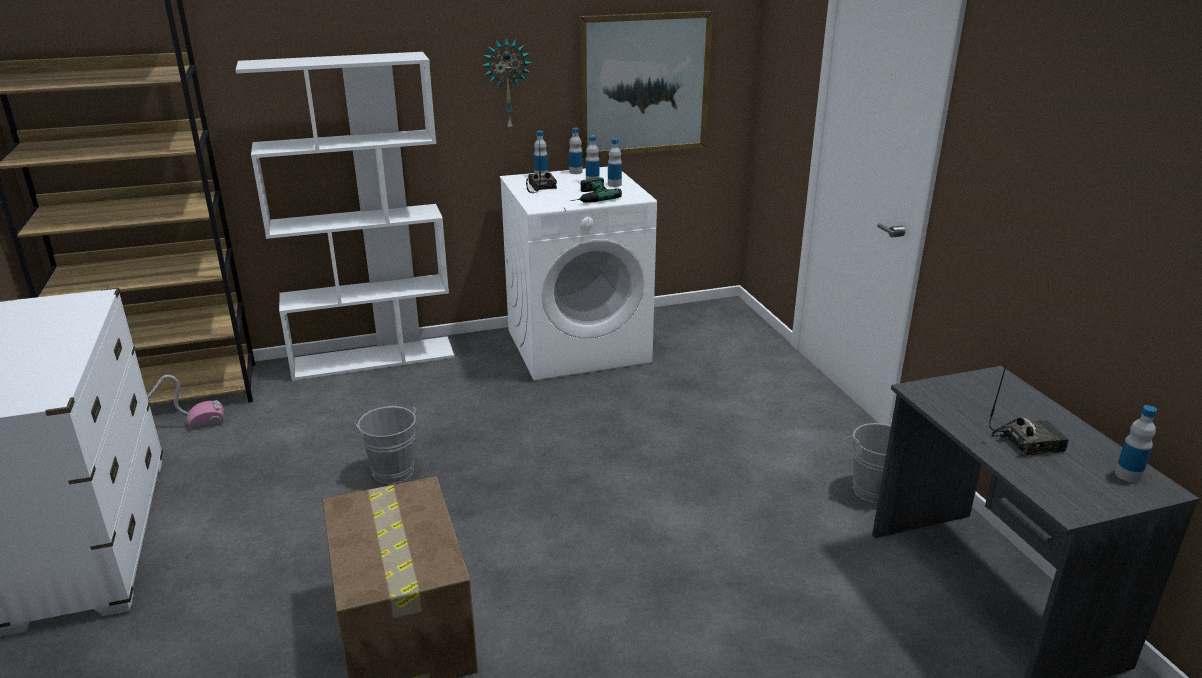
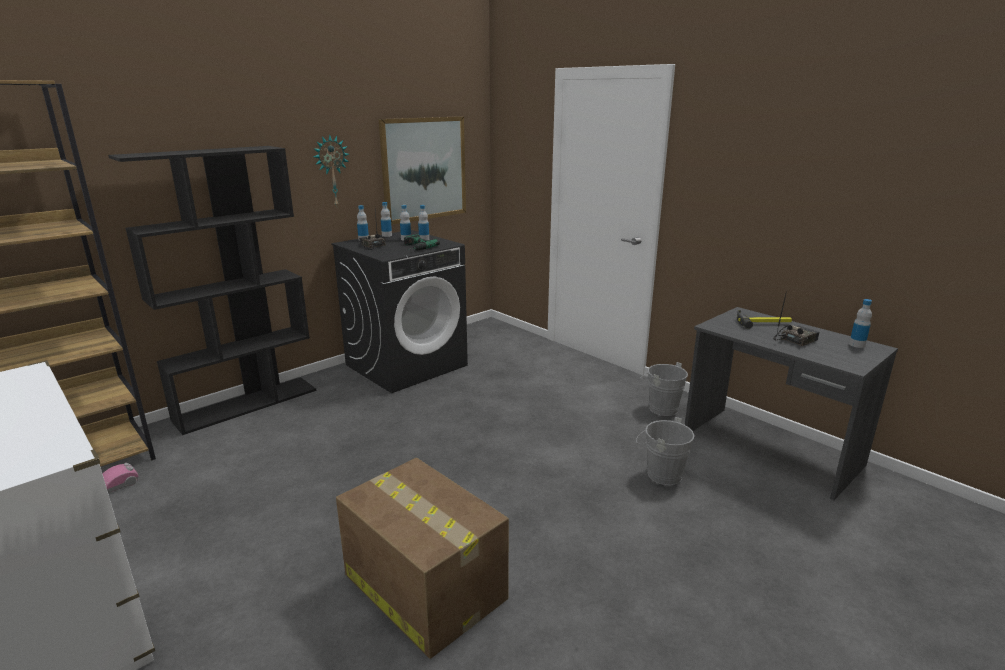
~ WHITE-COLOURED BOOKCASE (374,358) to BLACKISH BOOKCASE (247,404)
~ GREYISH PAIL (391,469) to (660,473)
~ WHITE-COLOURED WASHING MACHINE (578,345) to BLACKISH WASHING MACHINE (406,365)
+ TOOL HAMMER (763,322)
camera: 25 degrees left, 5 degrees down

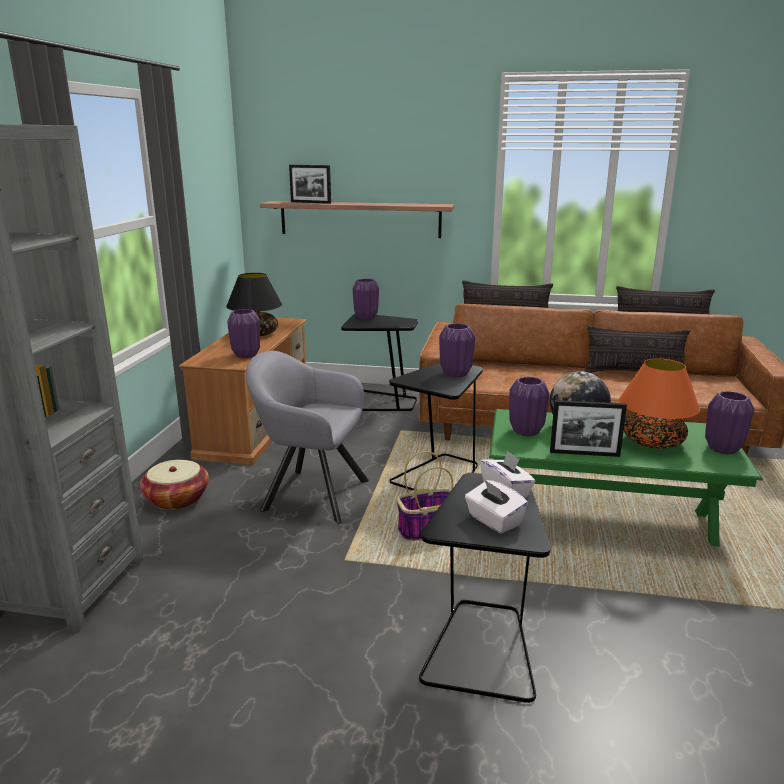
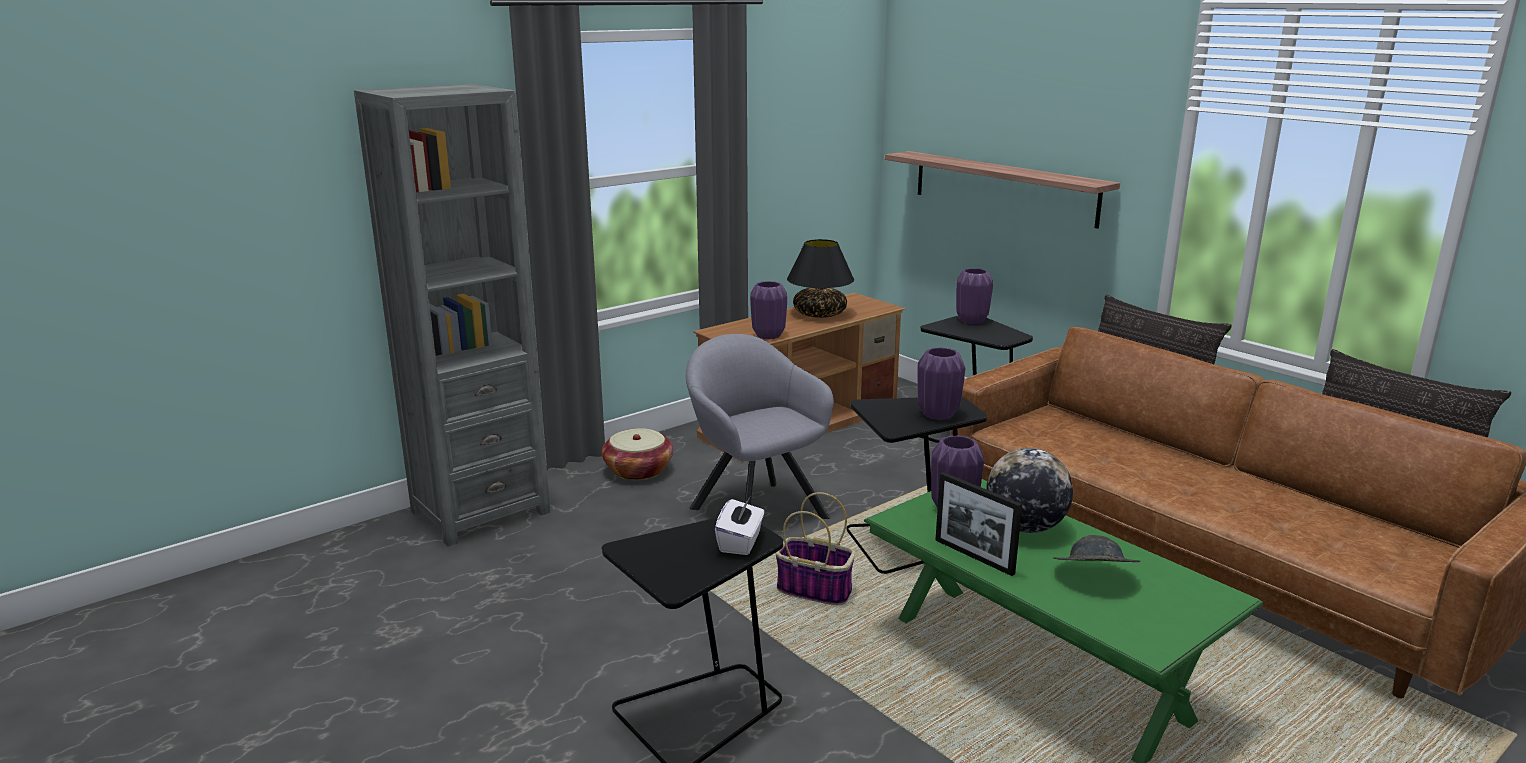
- PHOTO FRAME (310,202)
- WHITE-COLOURED TISSUE HOLDER (494,521)
- CUSHION (634,373)
~ ORANGE-COLOURED LAMP FOR A TABLE (652,442) to GREYISH HAT (1093,577)
- PURPLE VASE (722,449)
camera: 40 degrees right, 0 degrees up

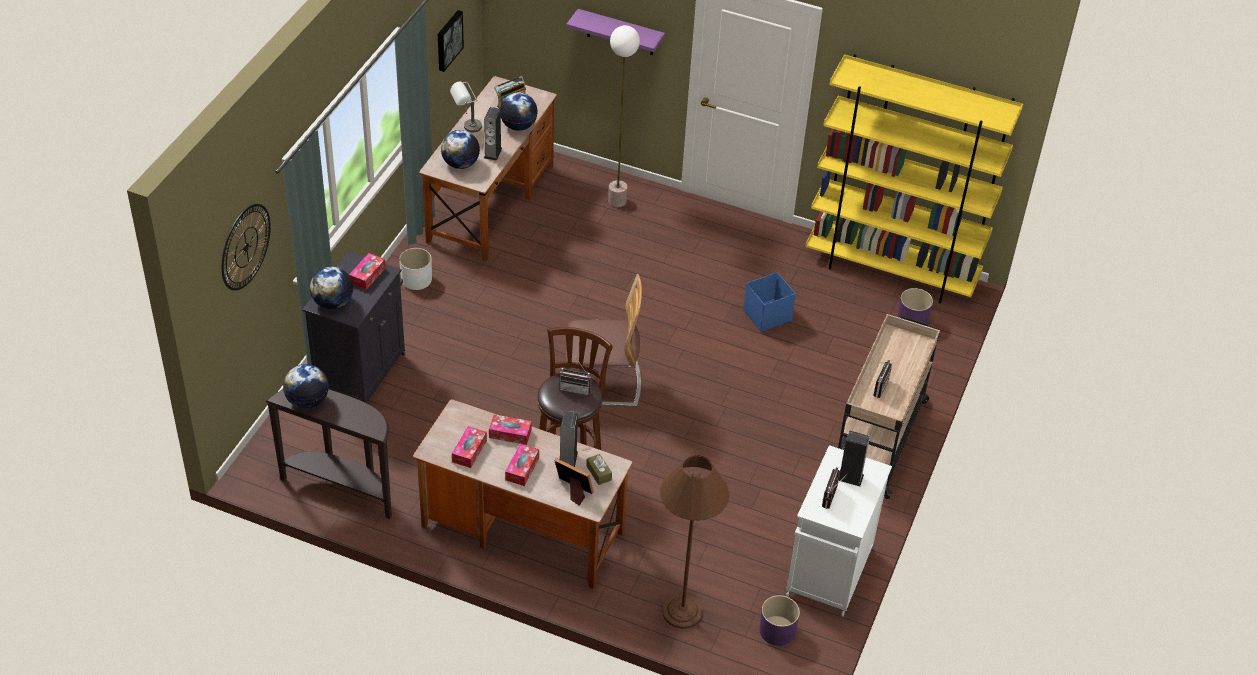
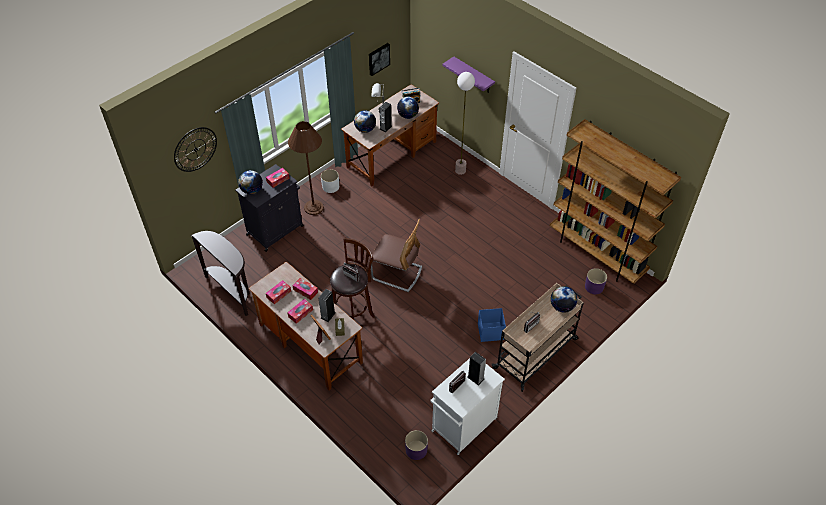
~ GLOBE (307,401) to (562,306)
~ BROWN-COLOURED FLOOR LAMP (682,612) to (313,207)
~ BLUE-COLOURED STORAGE CONTAINER (766,315) to (490,332)
~ YELLOWISH BOOKCASE (891,271) to BROWN-COLOURED BOOKCASE (597,253)
camera: 25 degrees right, 5 degrees up

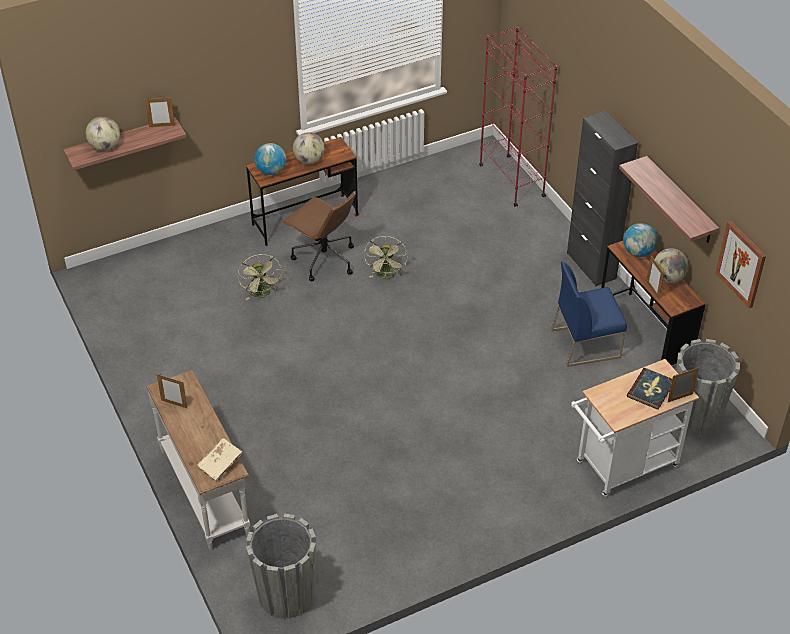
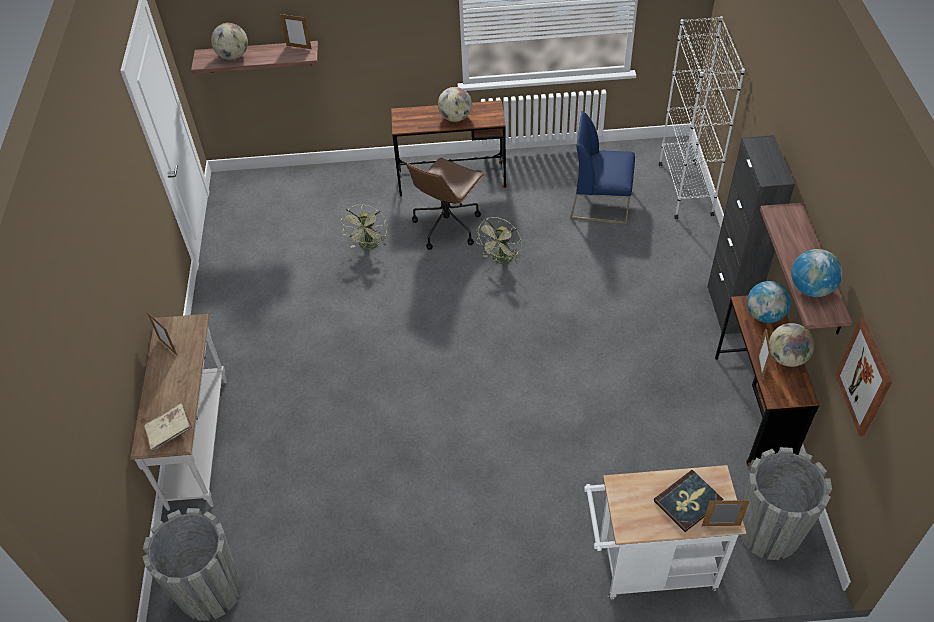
~ GLOBE (271,171) to (811,288)
~ BROWN-COLOURED DESK CHAIR (323,260) = (447,225) 60 degrees clockwise
~ RED BOOKCASE (511,180) to WHITE-COLOURED BOOKCASE (685,189)
~ BLUE-COLOURED UPRIGHT CHAIR (586,343) to (601,203)
camera: 25 degrees right, 5 degrees up

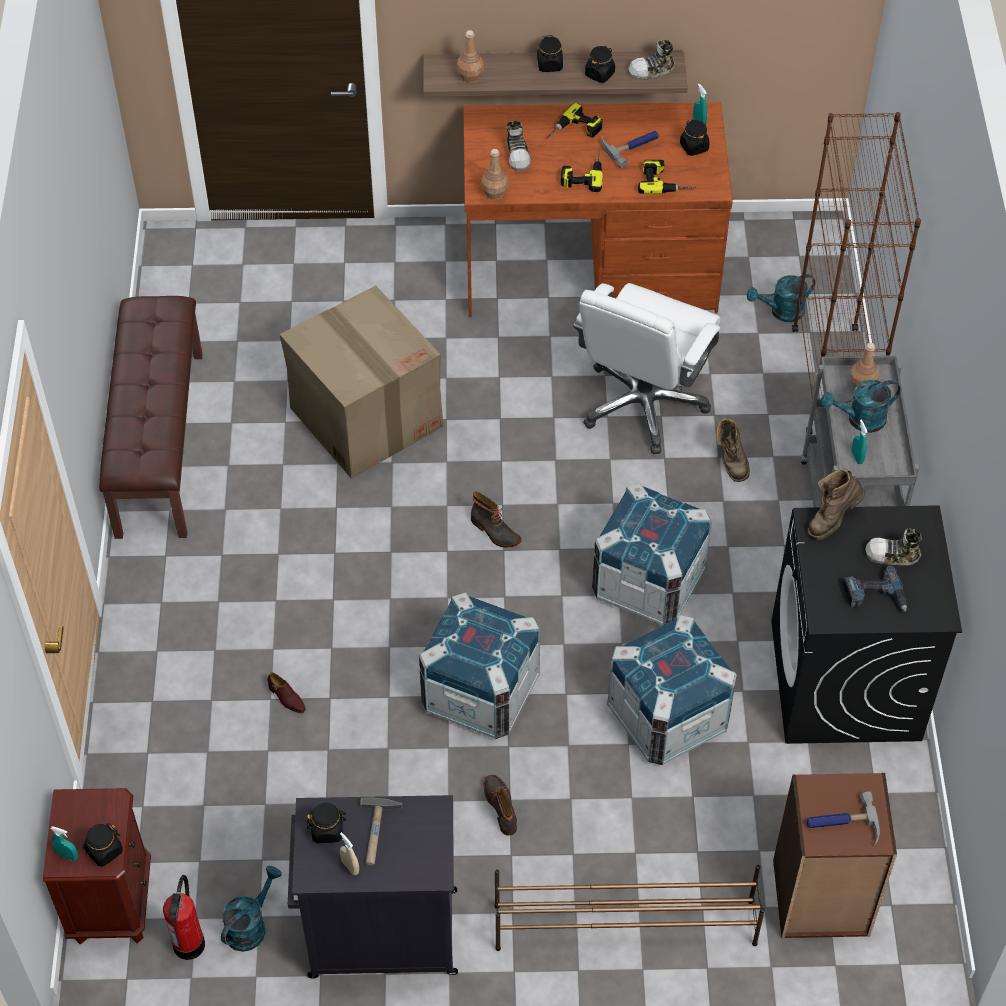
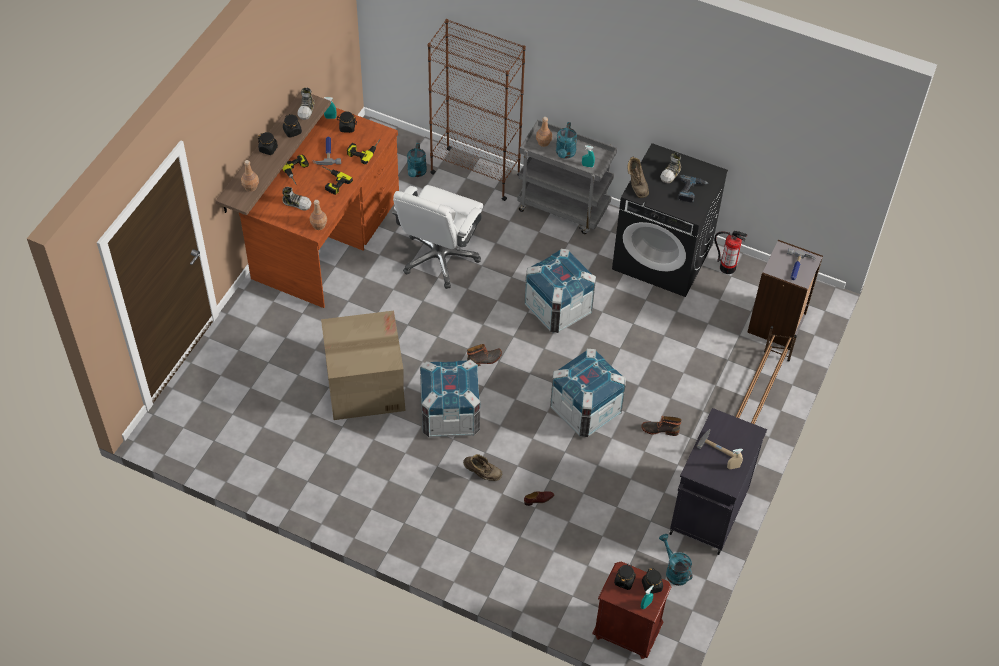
- BROWN-COLOURED INDOOR BENCH (158,443)
~ FIRE EXTINGUISHER (189,944) to (727,267)
~ BLACKISH JAR (327,830) to (624,581)
~ WHITE-COLOURED DESK CHAIR (643,404) = (439,258) 60 degrees clockwise
~ SHIPPING CRATE (667,717) to (450,415)
~ BROWN-COLOURED HIGH-TOP BOOT (731,460) to (482,474)
~ BROWN-COLOURED BOOKCASE (820,899) to GREYISH BOOKCASE (777,324)
camera: 65 degrees left, 0 degrees up

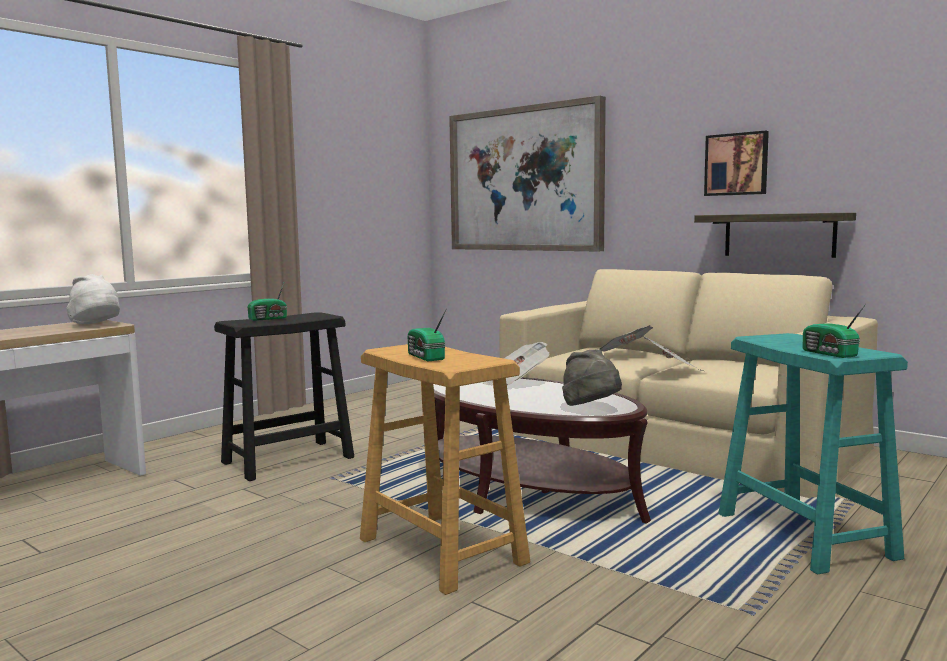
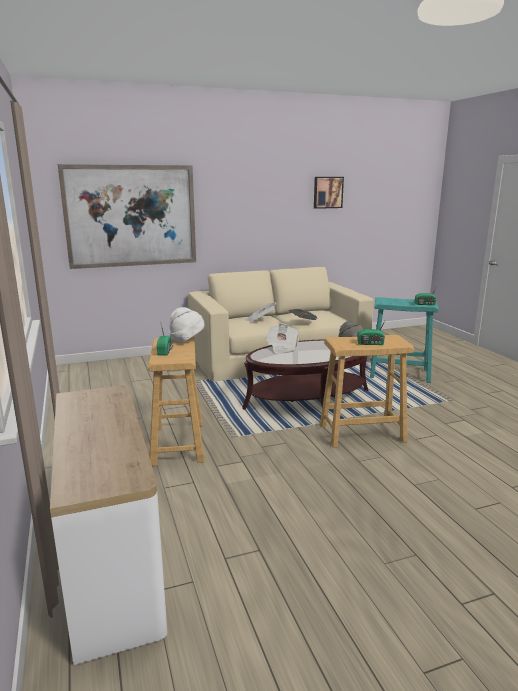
~ WHITE-COLOURED HAT (96,325) to (187,340)
~ BLACKISH SITTING STOOL (289,460) to BEIGE-COLOURED SITTING STOOL (178,443)
- WALL SHELF (779,235)
~ PICTURE (736,164) to (327,192)
camera: 60 degrees left, 10 degrees up

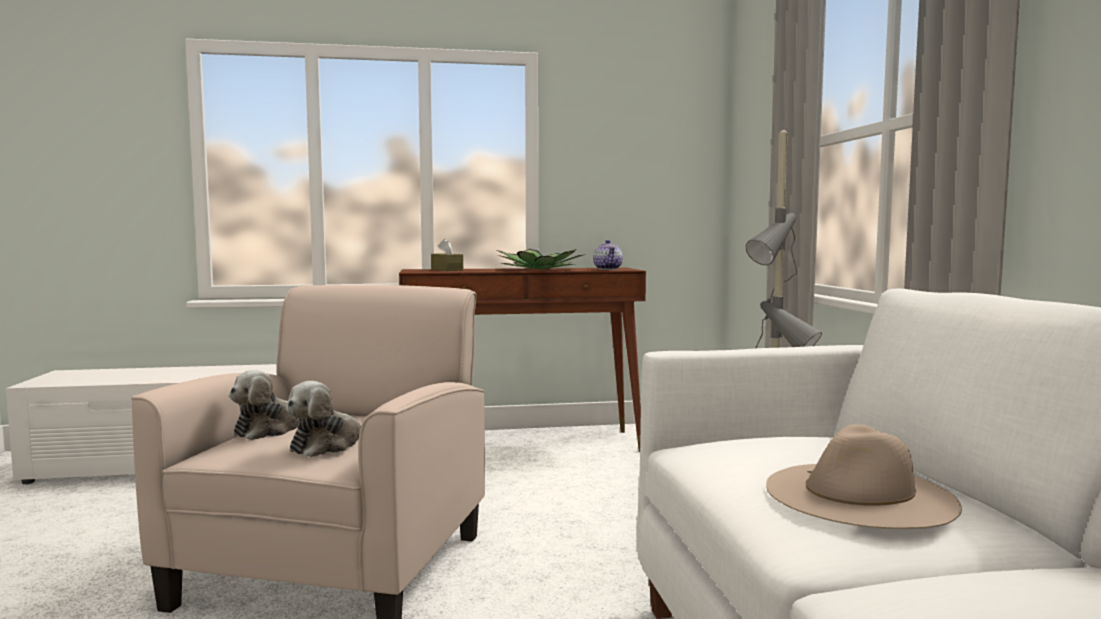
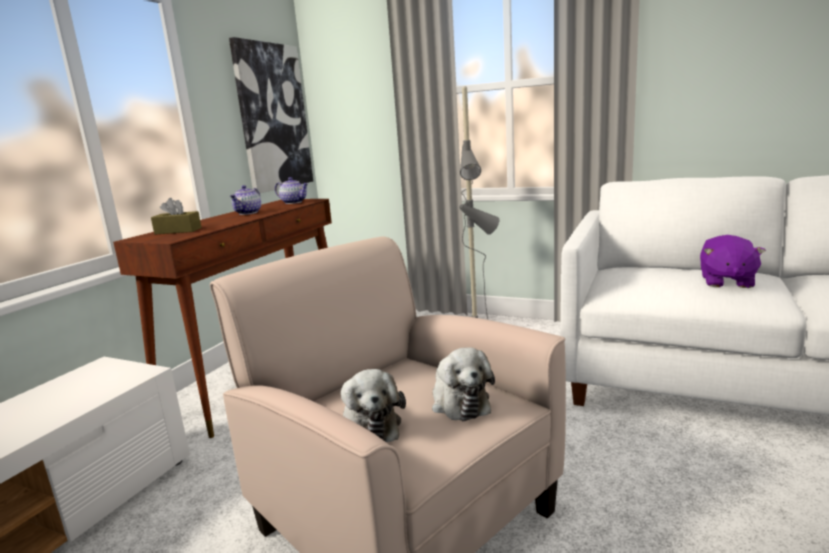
~ POTTED PLANT (539,269) to TEA POT (248,213)
~ BEIGE-COLOURED HAT (859,494) to PURPLE PLUSH TOY (726,282)
+ PICTURE (273,117)
camera: 55 degrees left, 10 degrees up

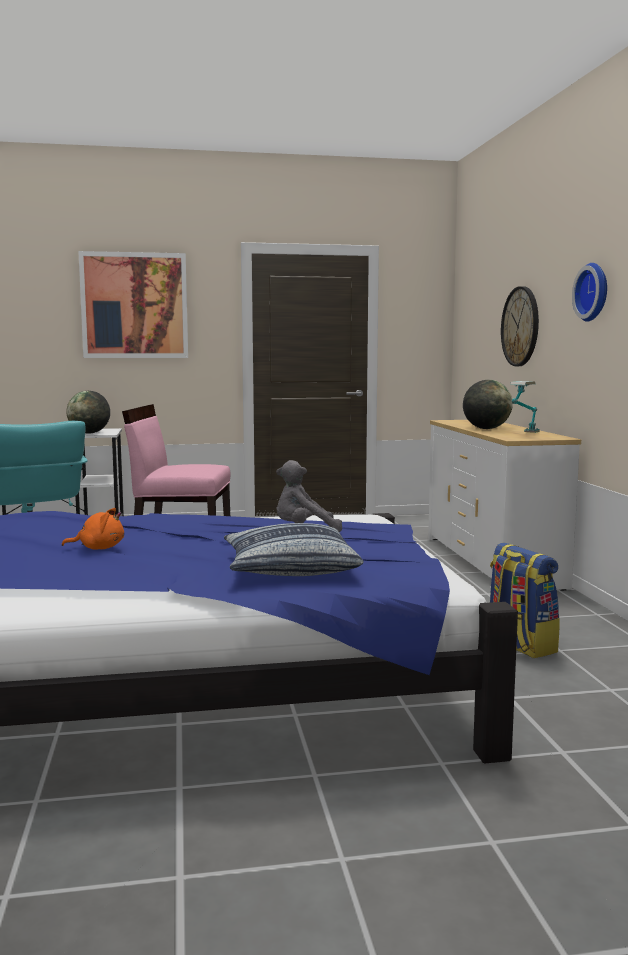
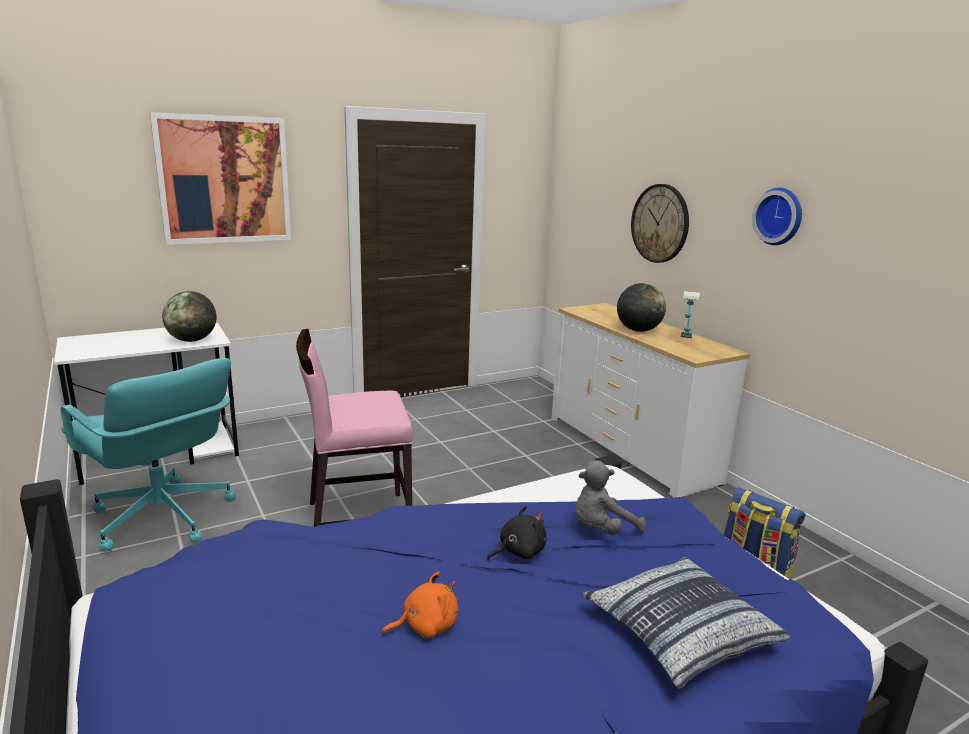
+ BLACKISH PLUSH TOY (518,551)
camera: 20 degrees left, 10 degrees up

